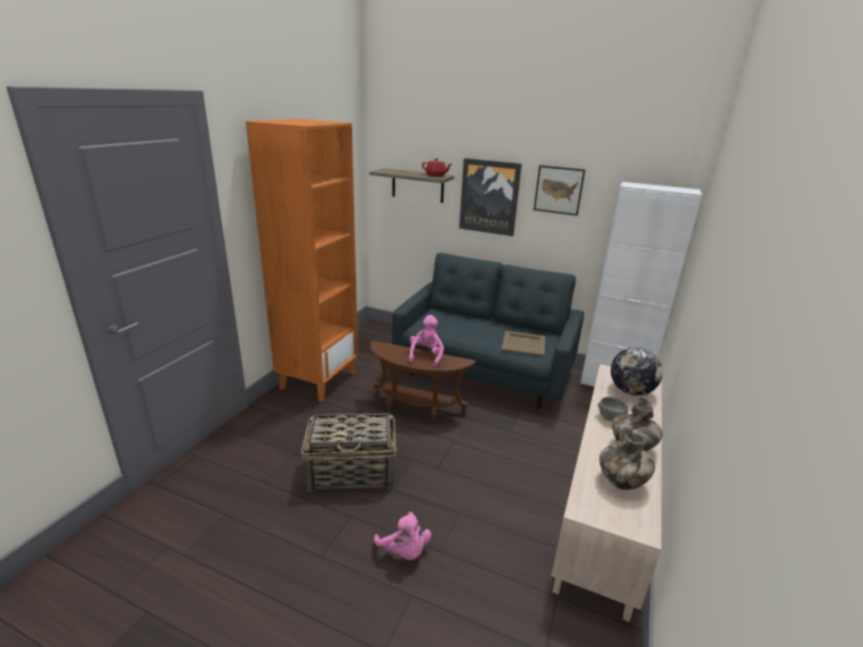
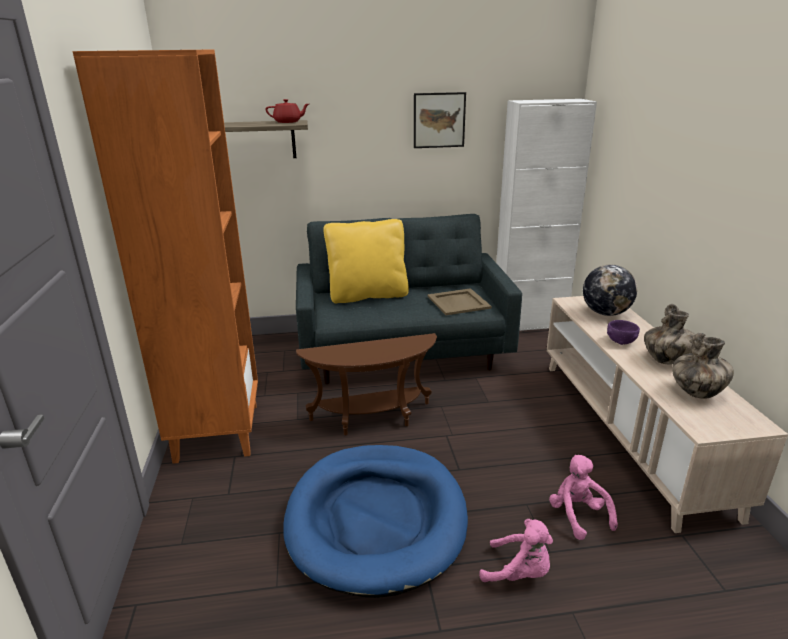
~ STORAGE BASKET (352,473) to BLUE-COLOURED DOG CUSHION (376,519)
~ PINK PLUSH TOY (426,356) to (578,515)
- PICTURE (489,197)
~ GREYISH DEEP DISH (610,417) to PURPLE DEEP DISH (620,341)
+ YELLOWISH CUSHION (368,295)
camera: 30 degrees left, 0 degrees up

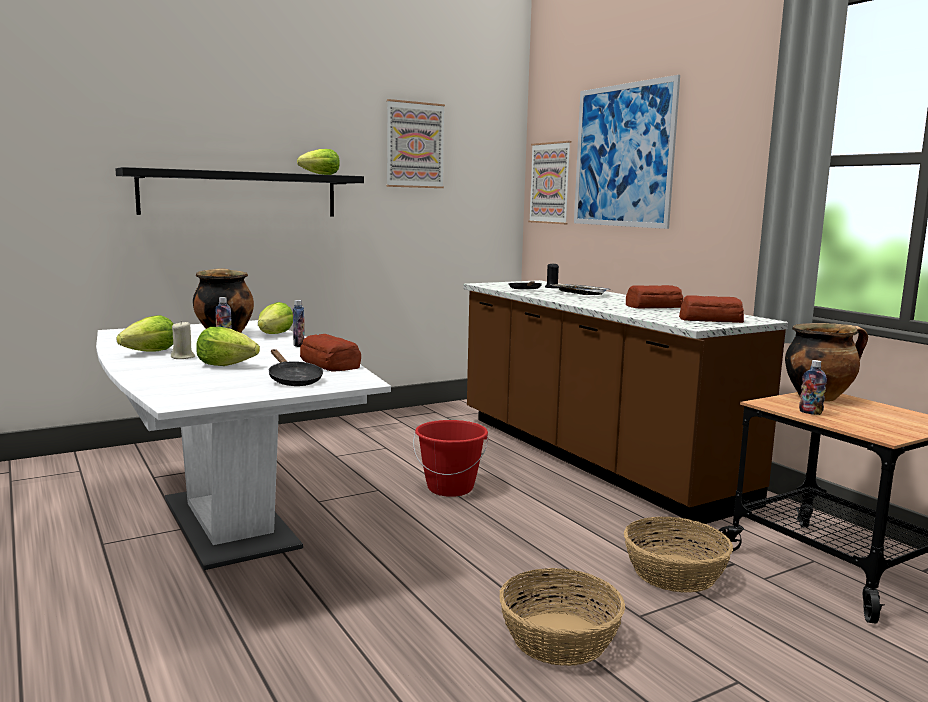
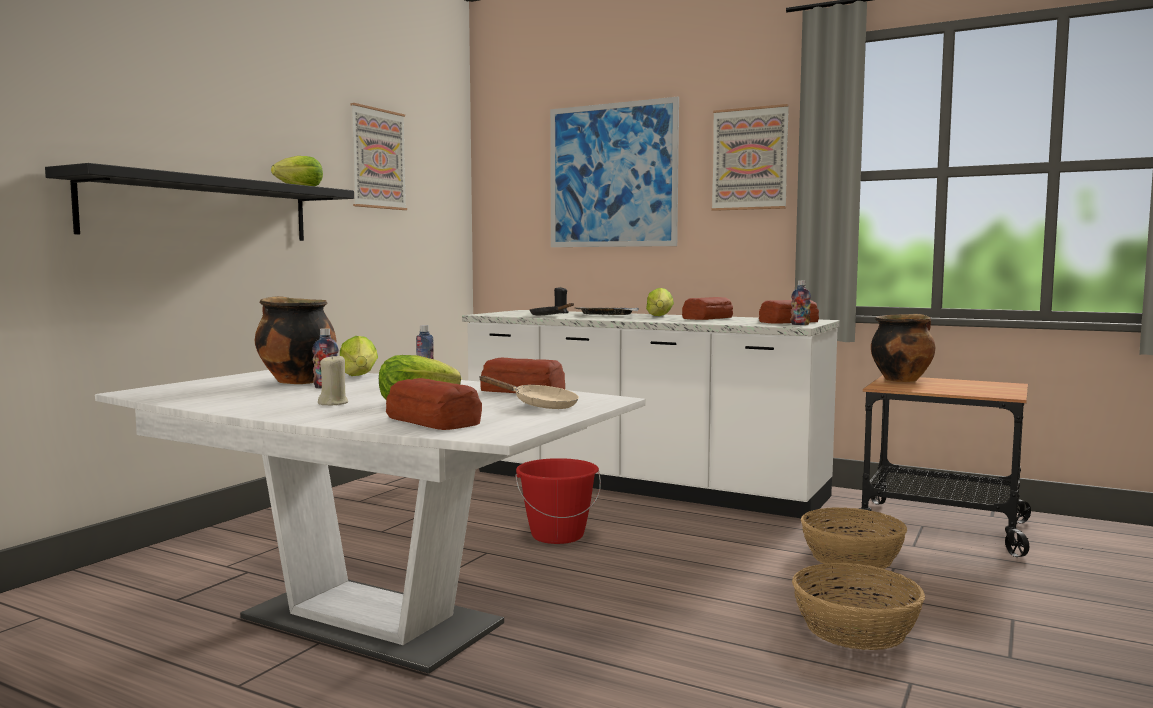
~ LETTUCE (151,352) to (660,316)
~ BLACKISH SKILLET (293,380) to BEIGE-COLOURED SKILLET (539,405)
~ BROWN-COLOURED KITCHEN COUNTER (591,458) to WHITE-COLOURED KITCHEN COUNTER (641,485)
~ PICTURE (550,183) to (750,159)
~ BOTTLE (810,412) to (800,324)
+ BREAD (433,421)
camera: 30 degrees left, 5 degrees down

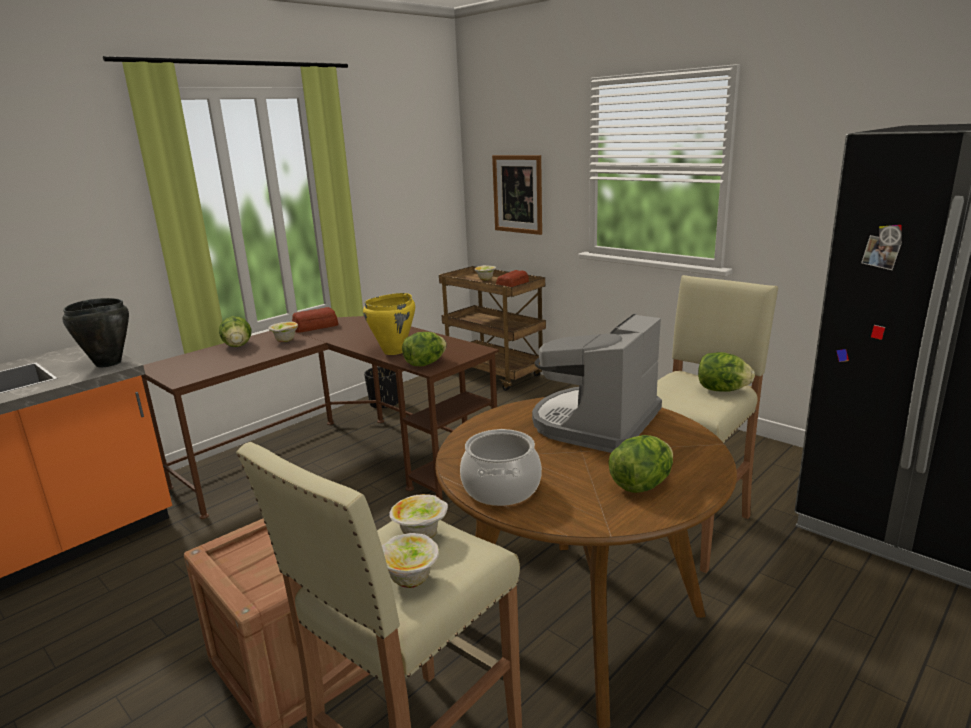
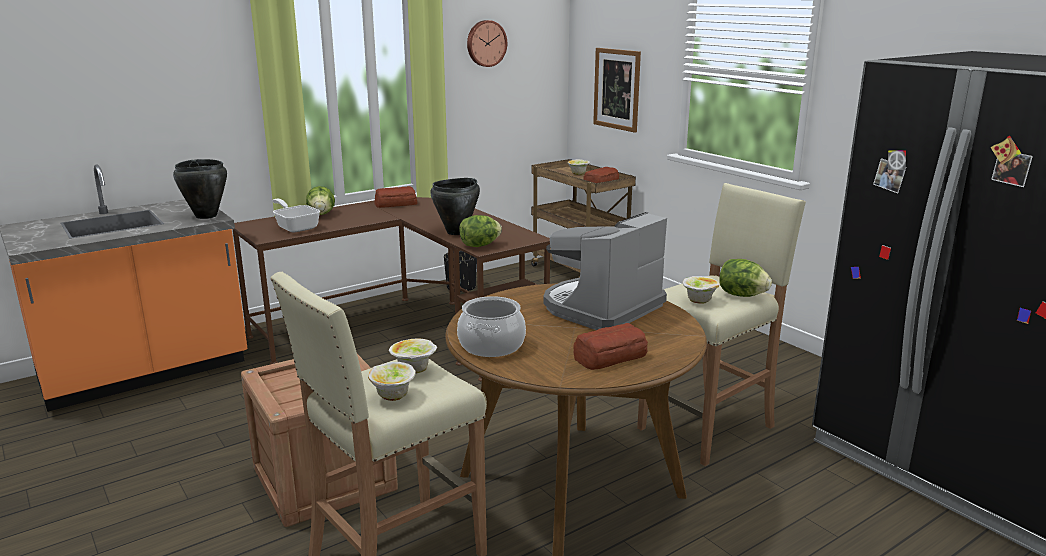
~ DEEP DISH (285,341) to (698,301)
~ YELLOWISH SAUCEPOT (394,351) to BLACKISH SAUCEPOT (457,232)
~ LETTUCE (641,485) to BREAD (609,356)
+ SKILLET (296,227)
+ WALL CLOCK (485,43)
camera: 10 degrees right, 0 degrees up

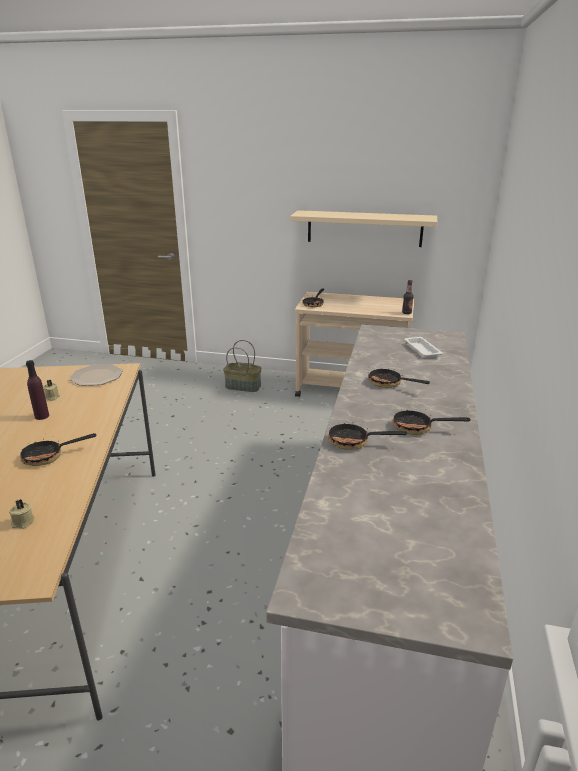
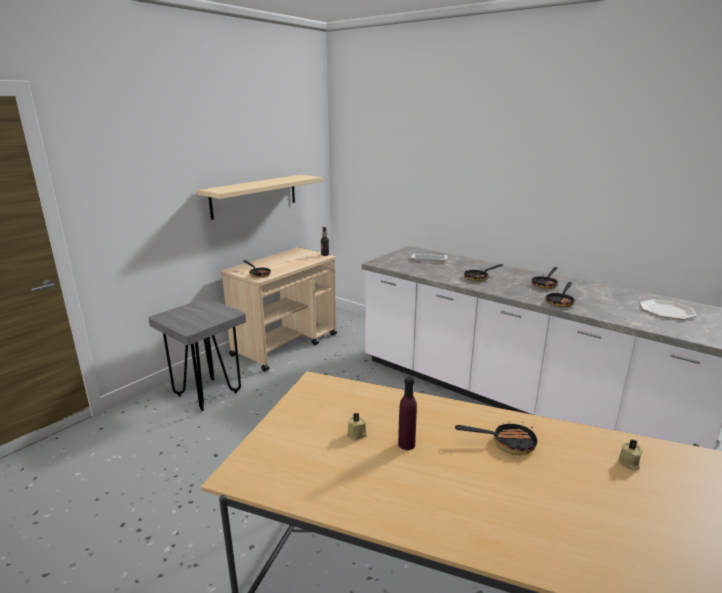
~ SKILLET (49,456) = (506,443) 90 degrees counterclockwise
~ FLAT DISH (97,376) to (667,310)
~ STORAGE BASKET (243,386) to GREYISH SITTING STOOL (207,394)
camera: 65 degrees left, 5 degrees down

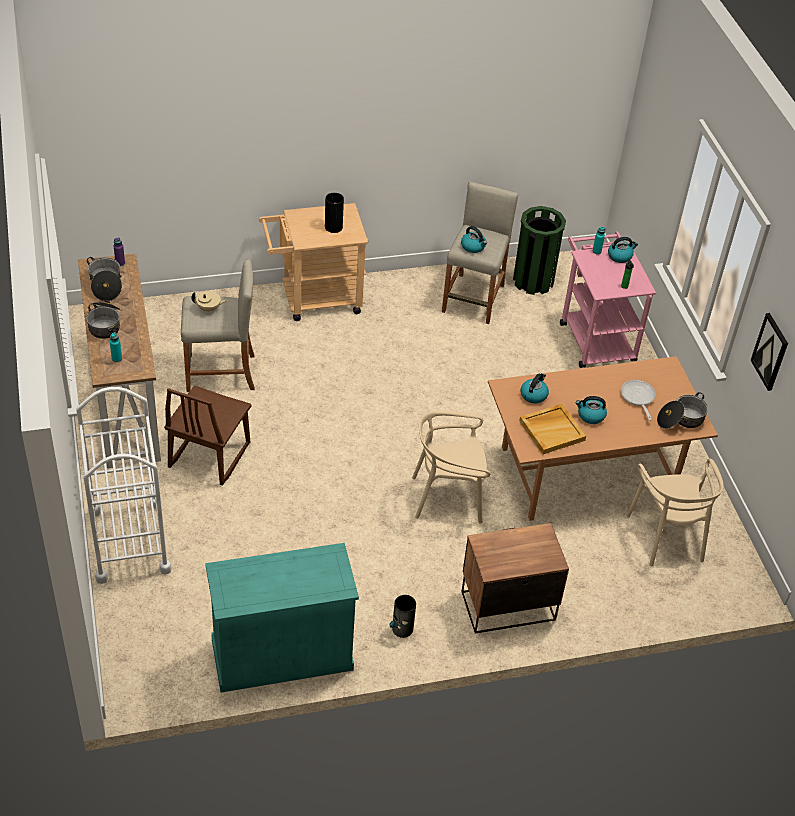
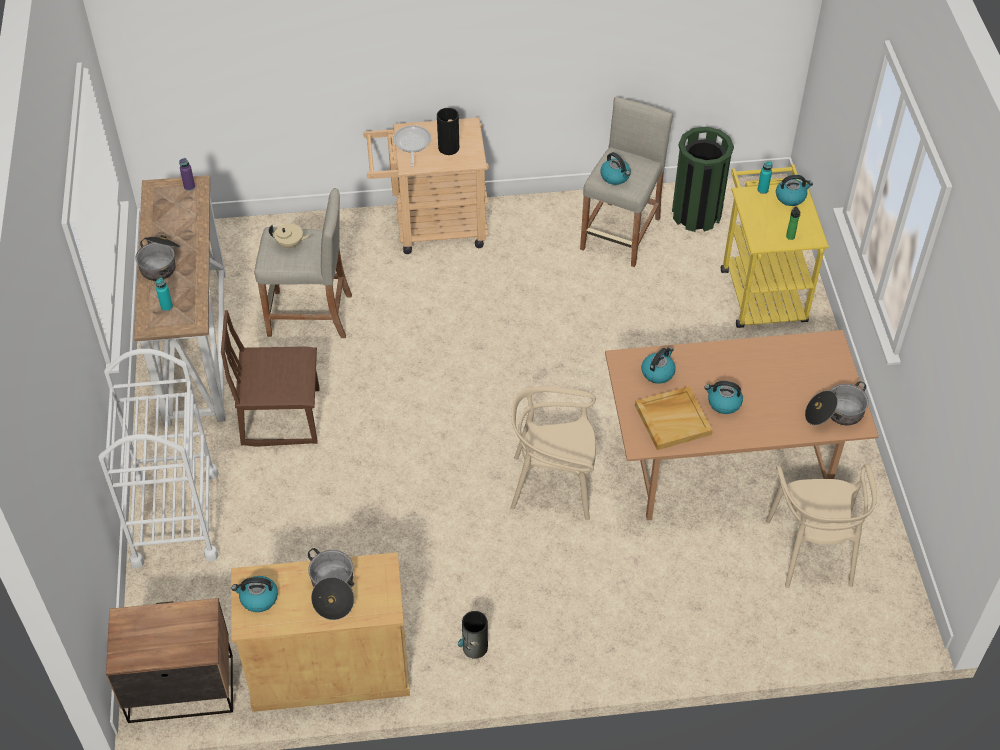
~ SAUCEPOT (106,285) to (333,590)
~ BROWN-COLOURED UPRIGHT CHAIR (208,455) = (281,416) 60 degrees clockwise
~ BLUE-GREEN STORAGE CABINET (282,654) to BEIGE-COLOURED STORAGE CABINET (329,669)
~ NIGHTSTAND (506,604) to (179,687)
~ PINK CART (594,336) to YELLOWISH CART (761,288)
~ SKILLET (638,398) to (412,144)
- PICTURE (770,351)
+ KETTLE (258,598)
camera: 10 degrees right, 5 degrees up

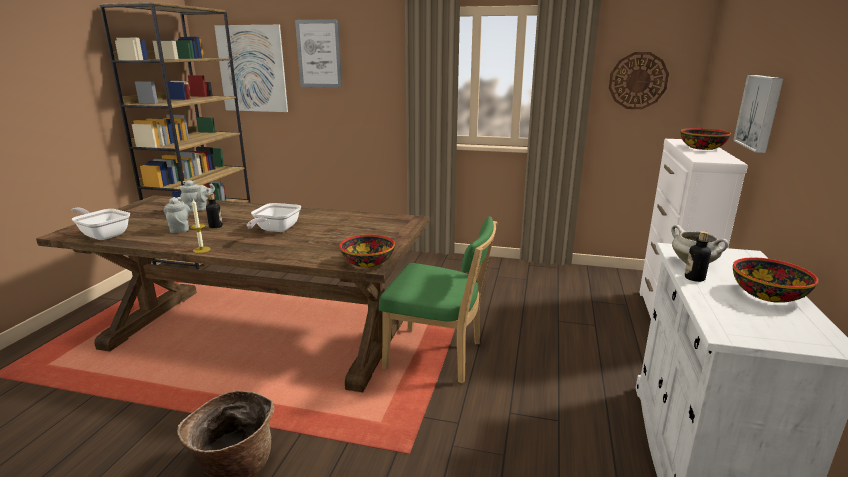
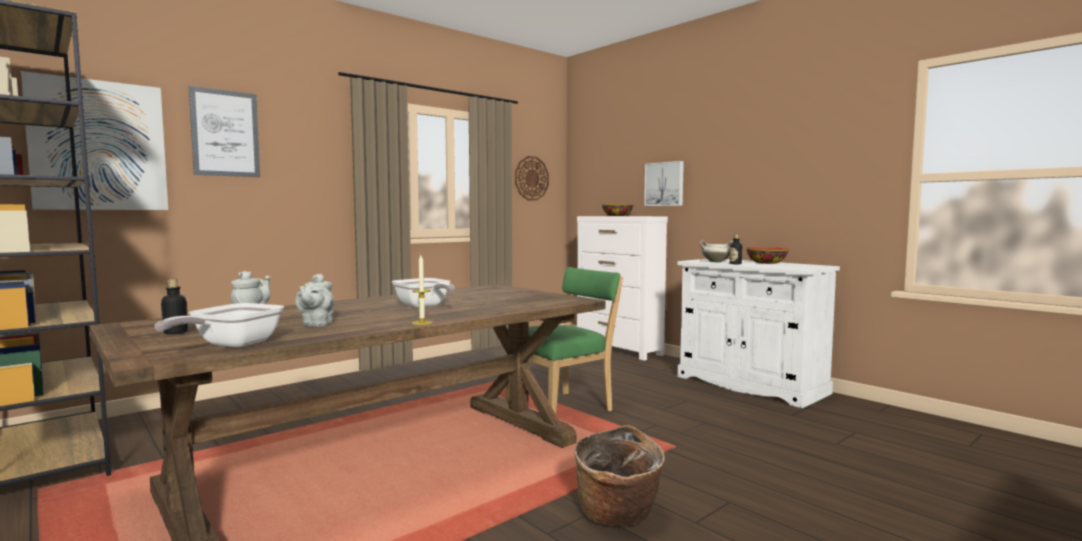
~ SKILLET (103,235) = (231,345) 45 degrees counterclockwise
~ GREYISH TEA POT (180,229) = (316,324) 105 degrees counterclockwise
~ BOTTLE (216,226) to (175,332)
- DEEP DISH (368,262)
camera: 55 degrees left, 15 degrees down

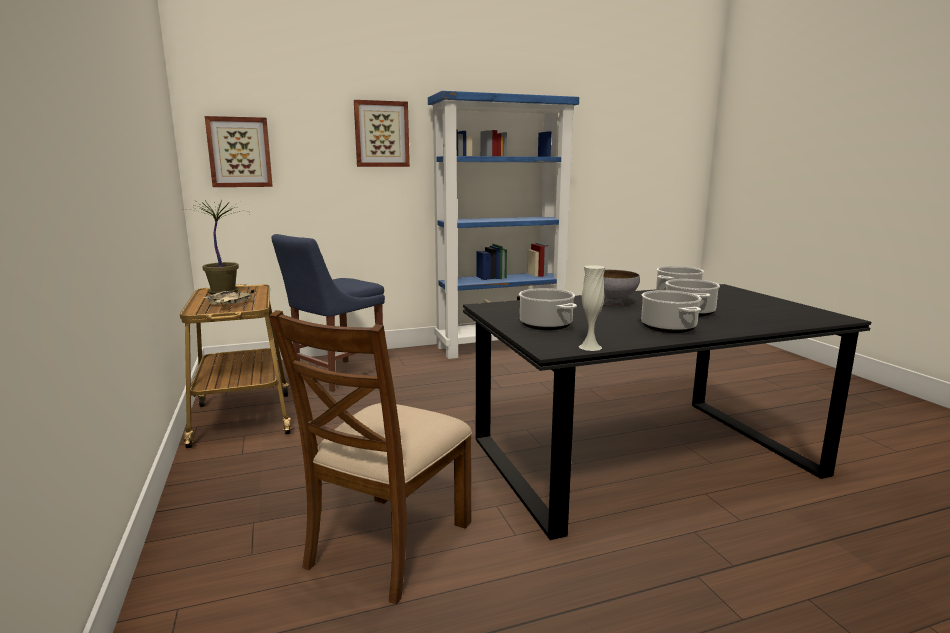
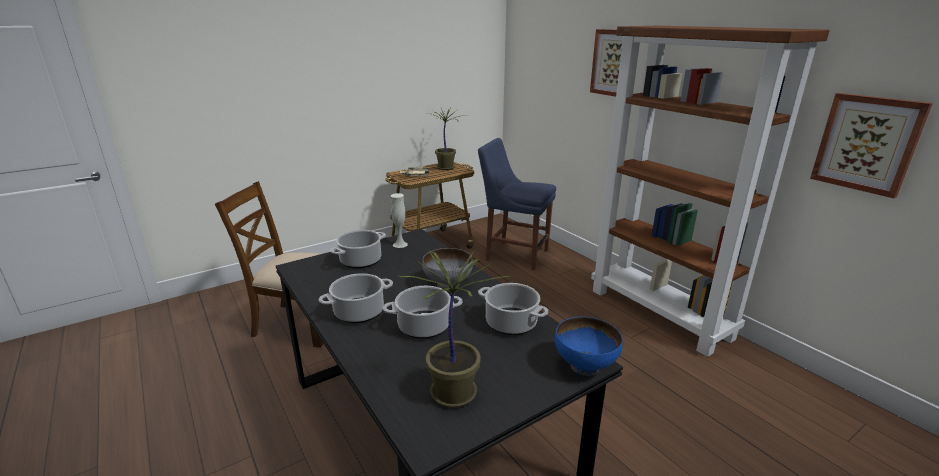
~ PICTURE (239,152) to (867,143)
~ BLUE-COLOURED BOOKCASE (500,346) to BROWN-COLOURED BOOKCASE (660,313)
~ WHITE-COLOURED VASE (590,347) to (400,244)
+ POTTED PLANT (453,392)
+ BLUE-COLOURED DEEP DISH (584,367)
camera: 75 degrees right, 10 degrees up

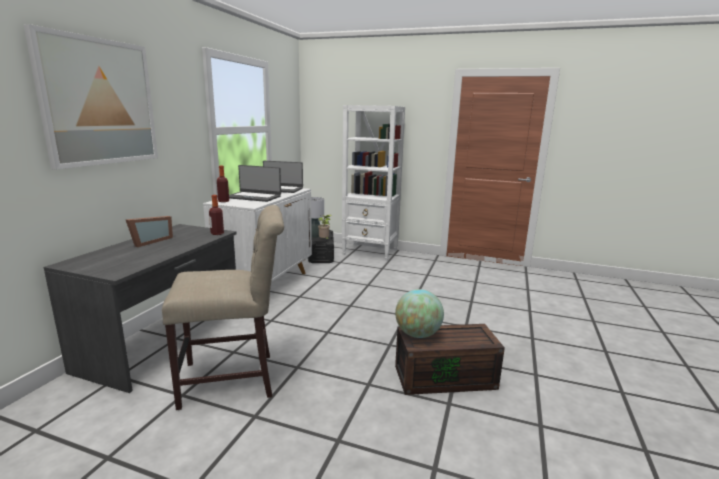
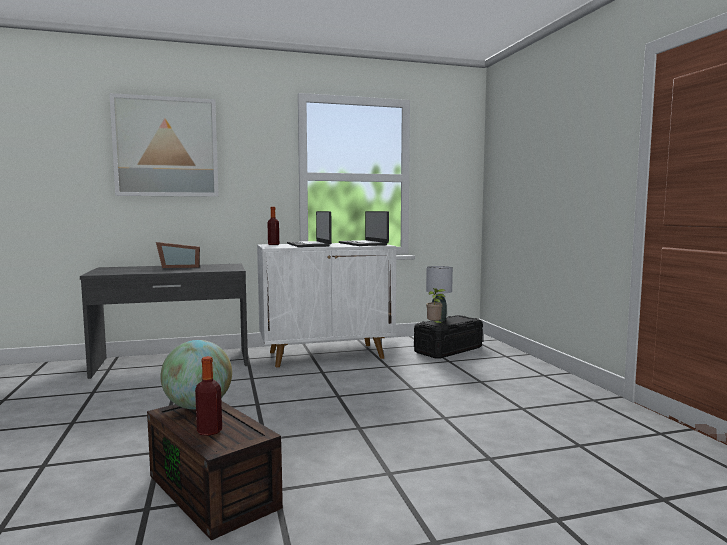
- BEIGE-COLOURED UPRIGHT CHAIR (234,379)
~ BOTTLE (217,233) to (209,431)
- WHITE-COLOURED BOOKCASE (370,252)
camera: 55 degrees right, 10 degrees down

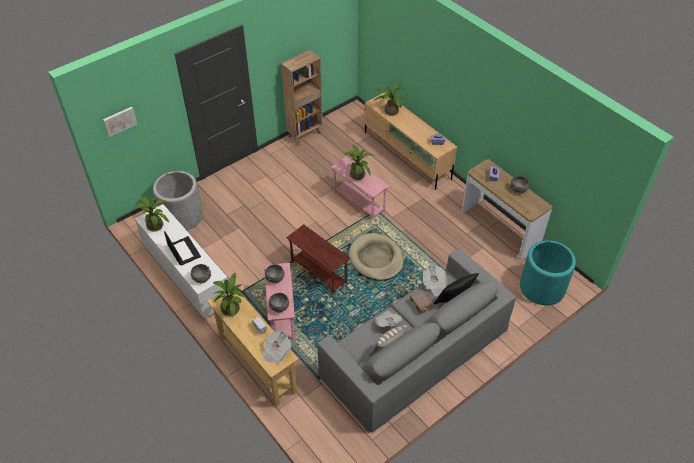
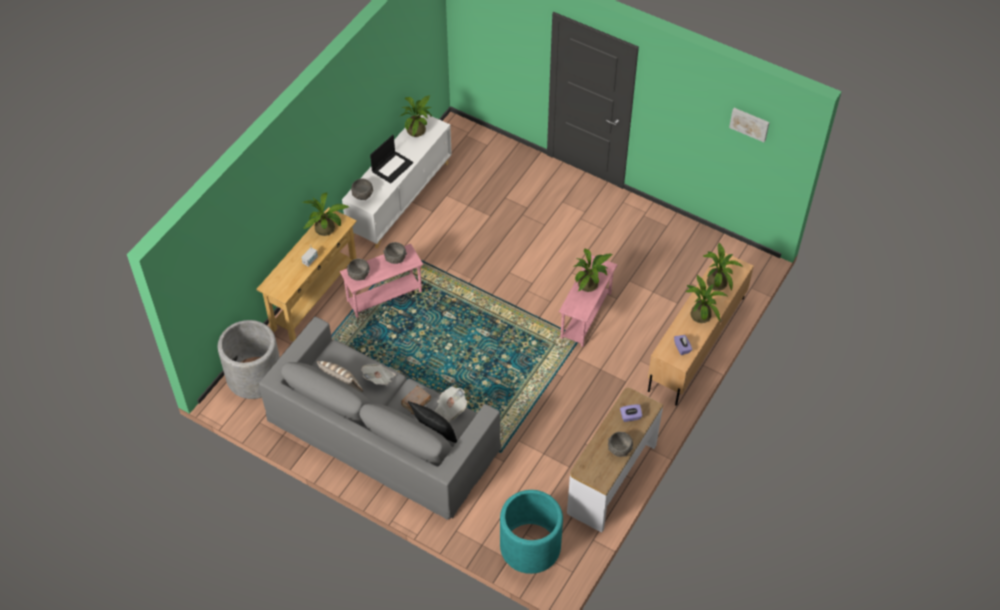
~ PICTURE (119,121) to (749,123)
~ GREYISH FLOWER POT (182,216) to (254,376)
- DAILY PAPER (276,352)
- BROWN-COLOURED BOOKCASE (305,134)
- BROWN-COLOURED END TABLE (318,273)
- BEIGE-COLOURED DOG CUSHION (376,259)
+ POTTED PLANT (700,313)
camera: 70 degrees right, 5 degrees up

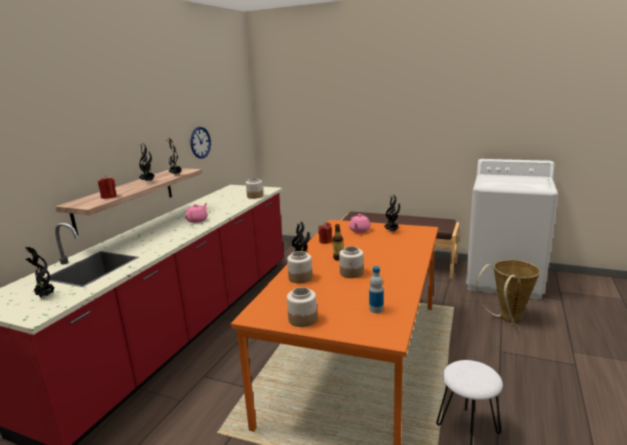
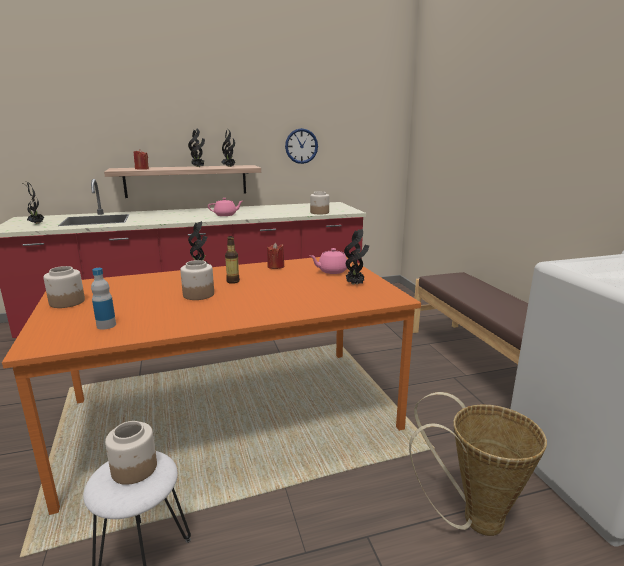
~ JAR (300,278) to (133,469)
camera: 50 degrees right, 0 degrees up

